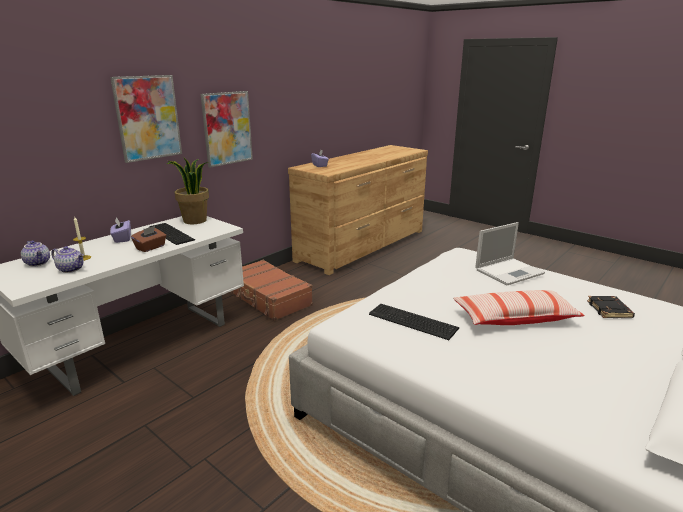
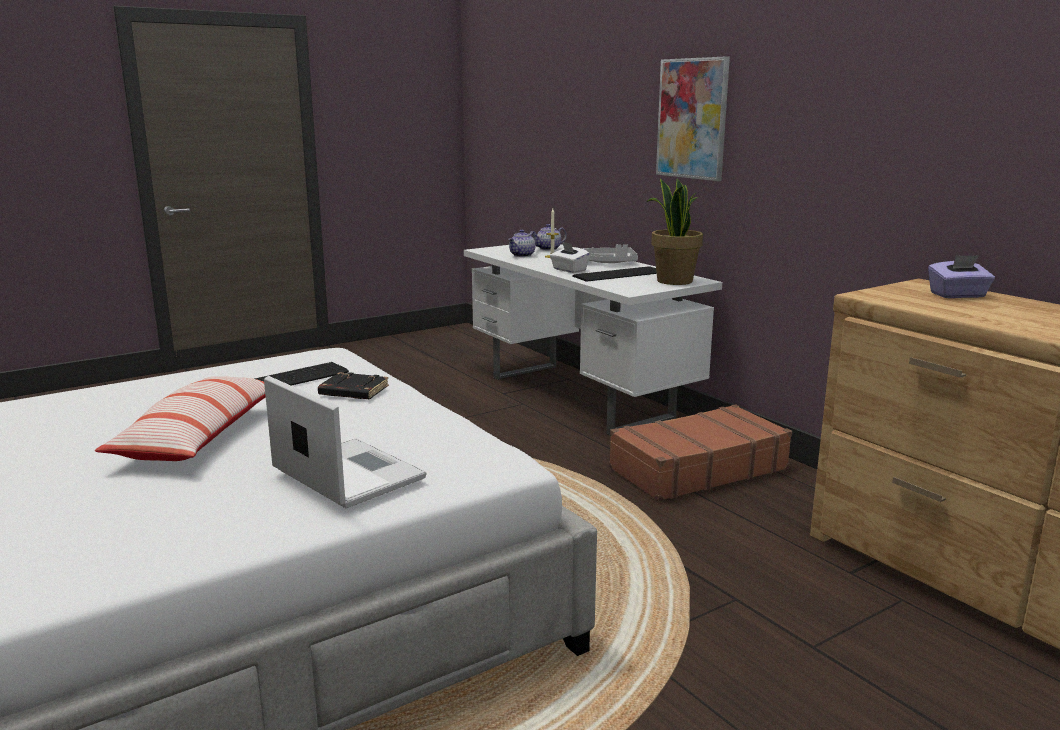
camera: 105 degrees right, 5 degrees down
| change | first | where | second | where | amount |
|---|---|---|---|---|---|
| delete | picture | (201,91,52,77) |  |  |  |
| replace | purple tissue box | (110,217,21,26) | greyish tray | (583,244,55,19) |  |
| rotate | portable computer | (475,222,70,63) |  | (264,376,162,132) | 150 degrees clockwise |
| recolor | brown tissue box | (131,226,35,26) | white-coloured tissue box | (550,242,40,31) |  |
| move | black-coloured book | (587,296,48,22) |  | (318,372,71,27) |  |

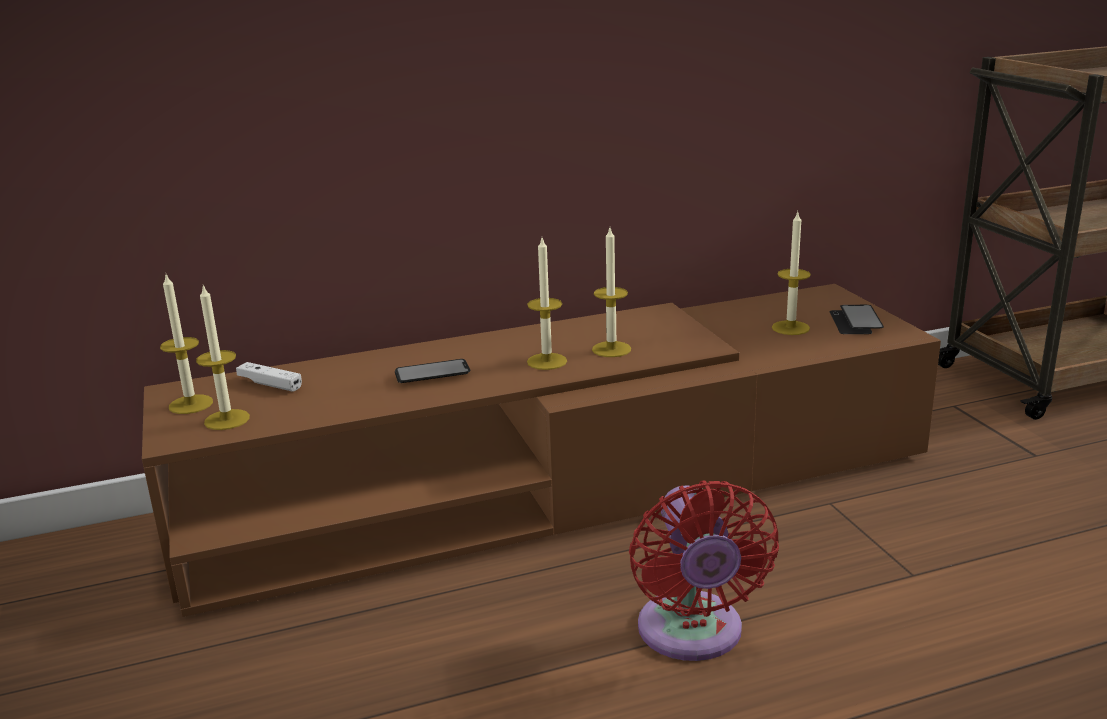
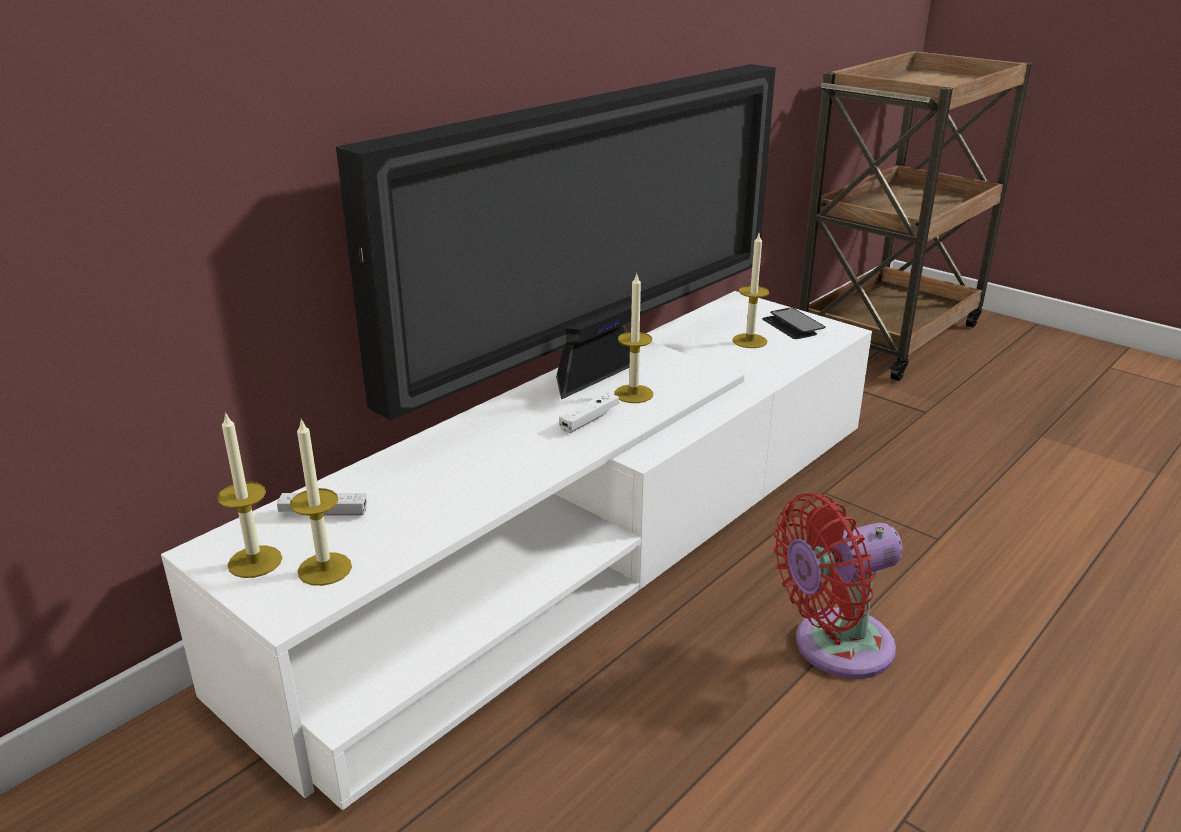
camera: 30 degrees left, 5 degrees up
| change | first | where | second | where | amount |
|---|---|---|---|---|---|
| replace | wax light | (527,238,40,132) | white-coloured gamepad | (559,392,60,41) |  |
| recolor | brown tv stand | (142,284,799,333) | white-coloured tv stand | (161,291,711,519) |  |
| delete | telephone | (395,359,75,24) |  |  |  |
| rotate | red-coloured fan | (629,480,150,181) |  | (774,493,129,186) | 105 degrees clockwise |
| insert |  |  | TV | (336,64,440,357) |  |

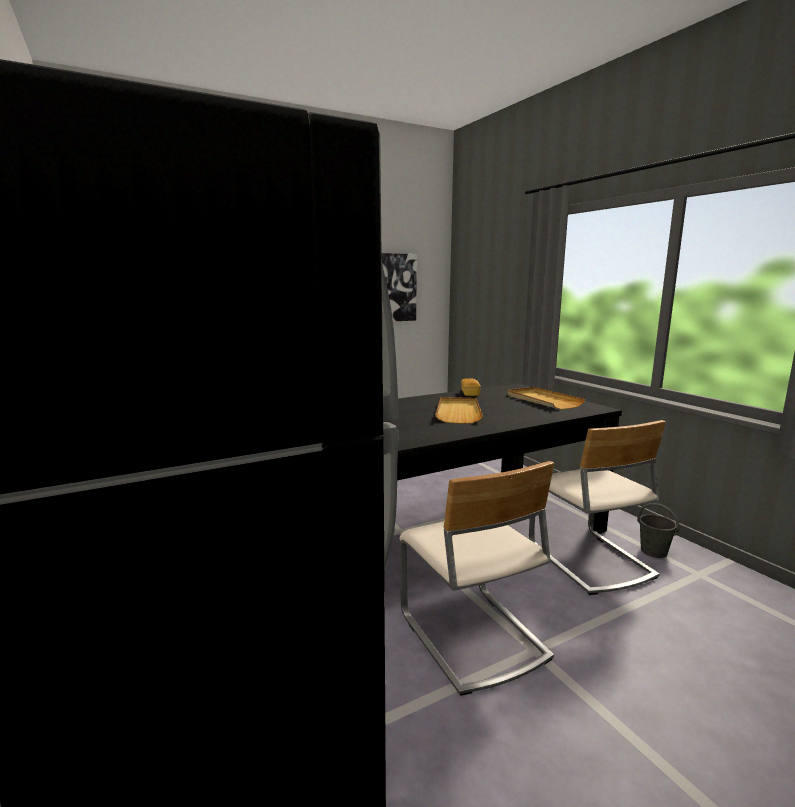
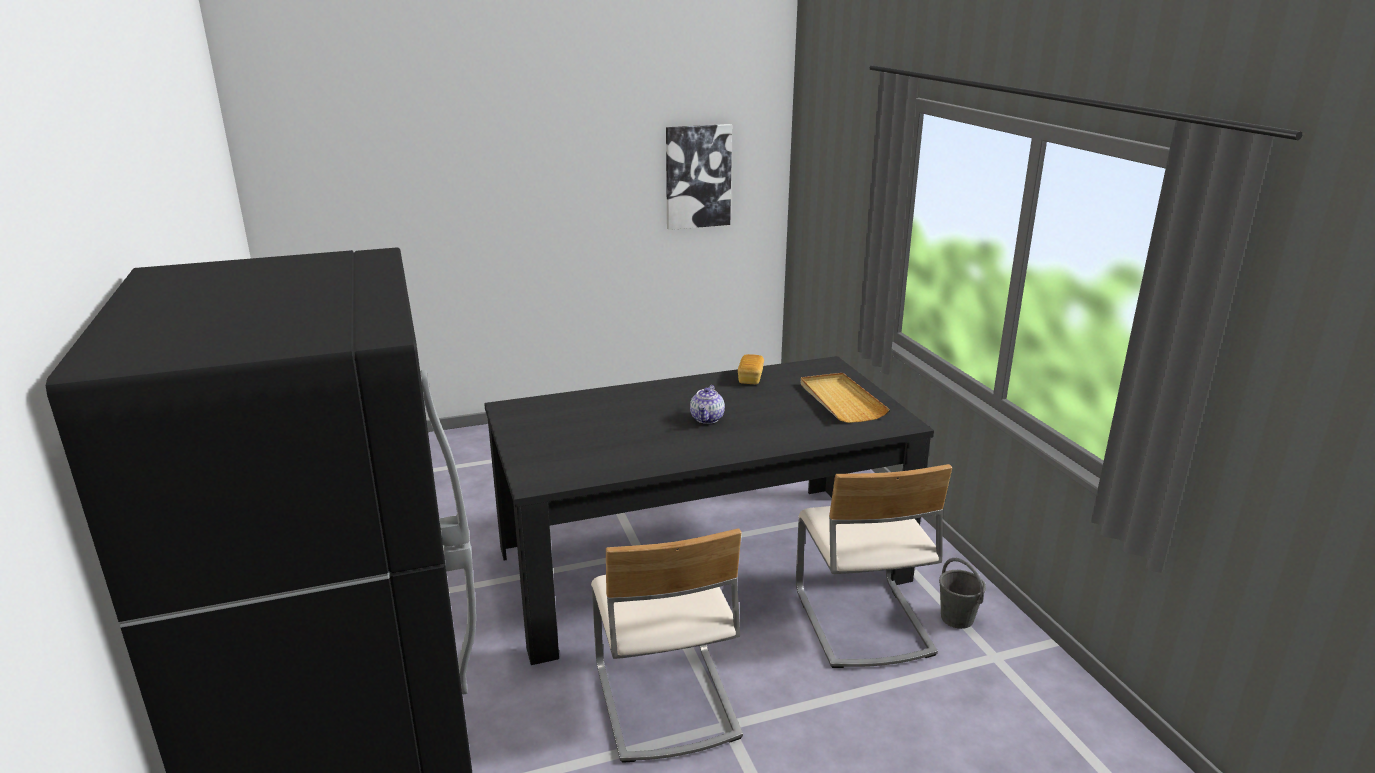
camera: 10 degrees right, 10 degrees up
| change | first | where | second | where | amount |
|---|---|---|---|---|---|
| replace | beige tray | (435,397,48,27) | pot for tea | (690,385,35,39) |  |

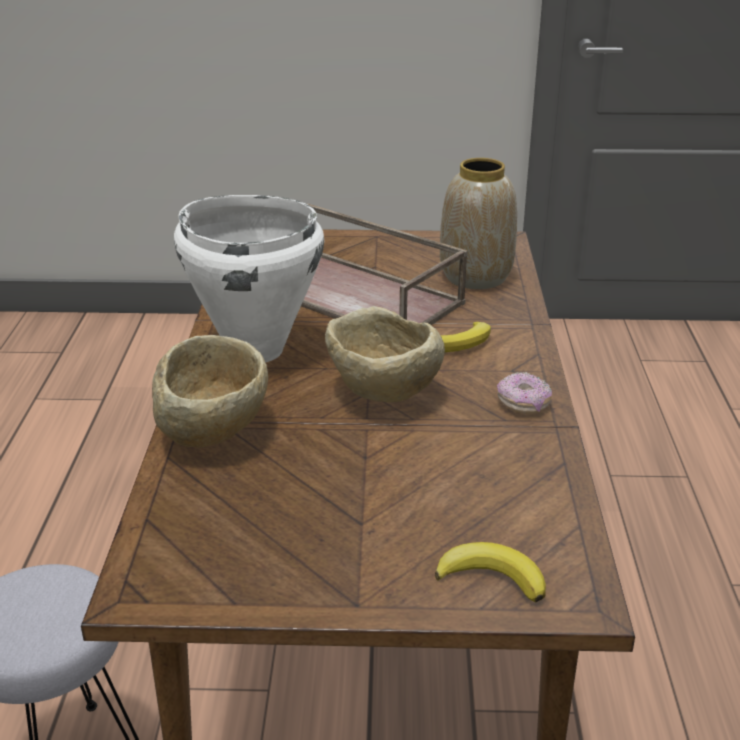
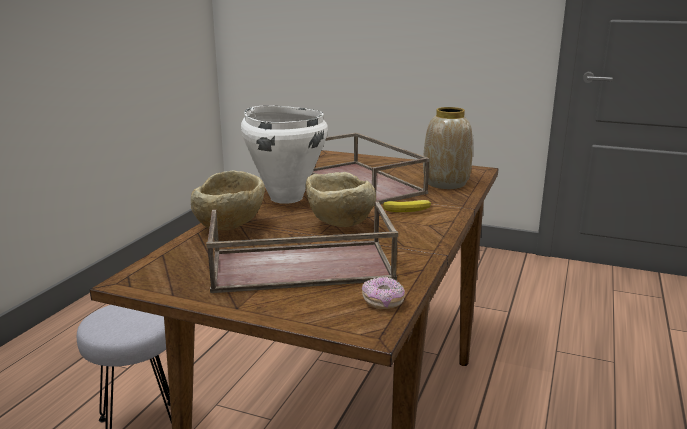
camera: 20 degrees right, 10 degrees down
| change | first | where | second | where | amount |
|---|---|---|---|---|---|
| move | donut | (497,372,55,42) |  | (362,276,43,33) |  |
| delete | banana | (435,542,111,60) |  |  |  |
| insert |  |  | brown tray | (206,201,192,92) |  |

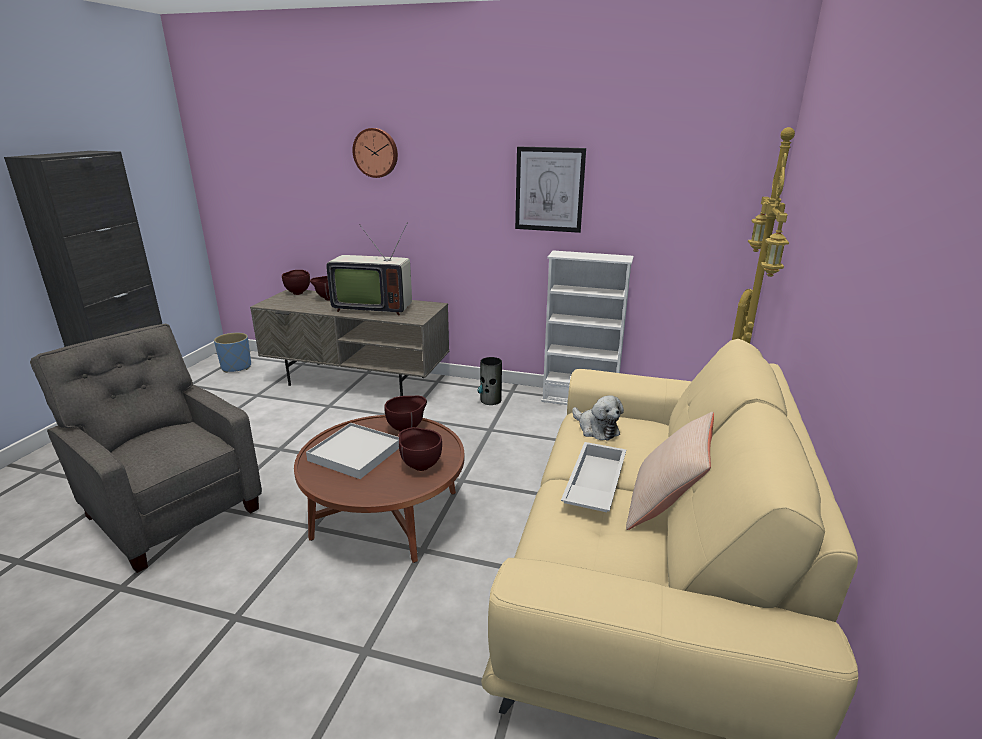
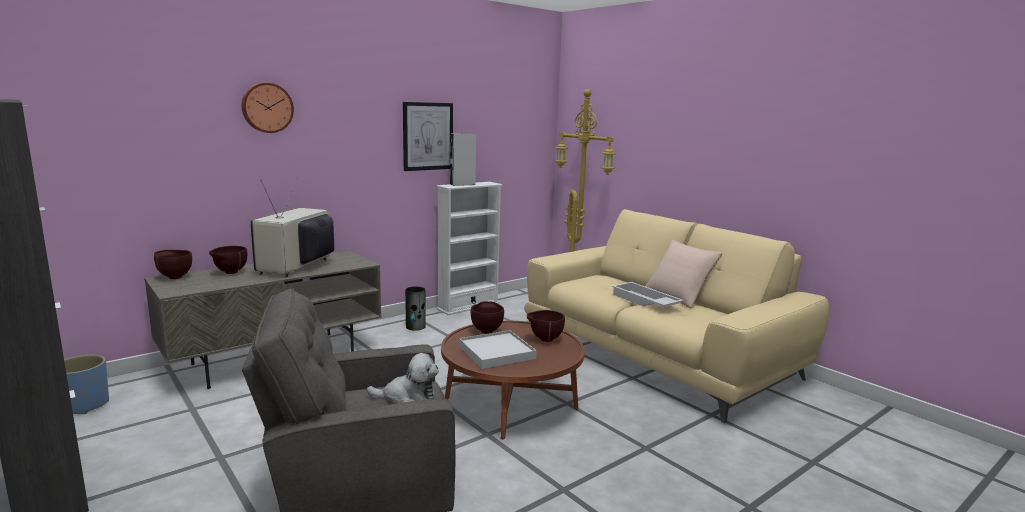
camera: 55 degrees left, 10 degrees down
| change | first | where | second | where | amount |
|---|---|---|---|---|---|
| rotate | TV | (326,224,86,92) |  | (251,179,83,99) | 150 degrees clockwise |
| move | soft toy | (572,395,52,45) |  | (367,353,72,51) |  |
| insert |  |  | greyish loudspeaker | (450,133,26,53) |  |

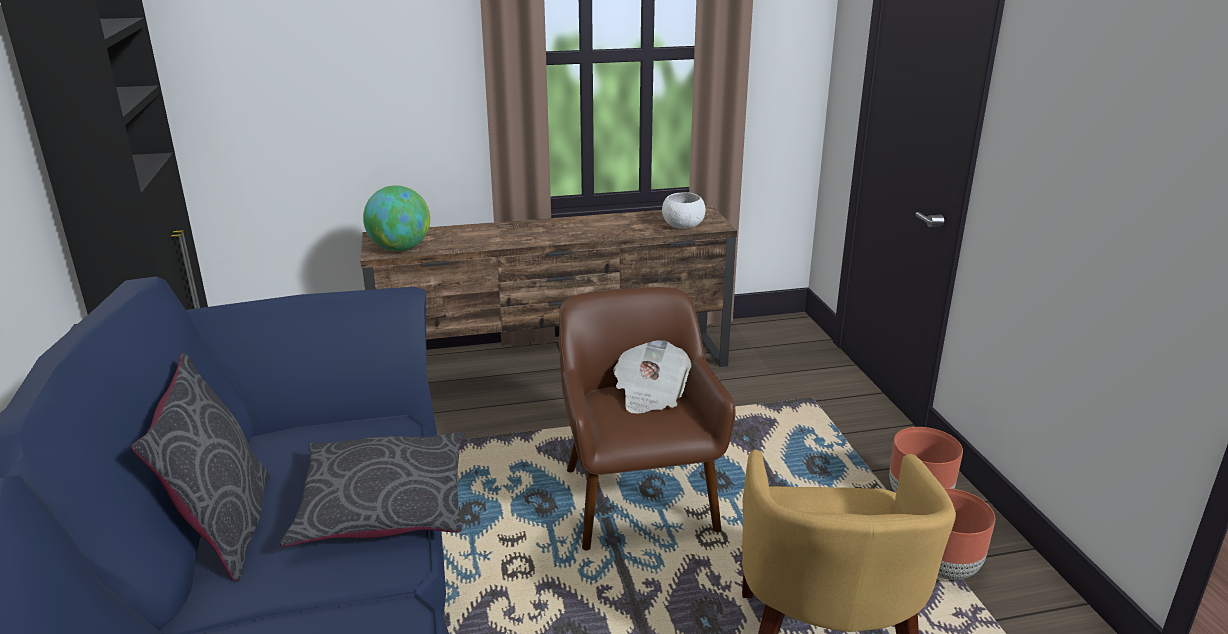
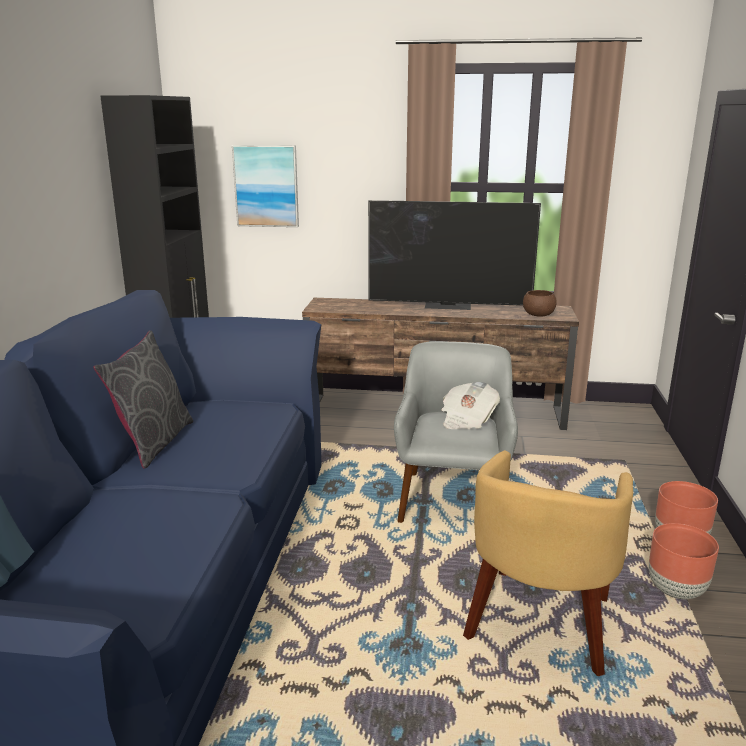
camera: 20 degrees right, 5 degrees down
| change | first | where | second | where | amount |
|---|---|---|---|---|---|
| delete | world globe | (363,185,67,66) |  |  |  |
| recolor | white-coloured serving bowl | (662,192,43,37) | brown serving bowl | (523,290,34,27) |  |
| recolor | brown armchair | (559,287,177,263) | greyish armchair | (394,341,124,182) |  |
| delete | greyish pillow | (280,432,185,115) |  |  |  |
| insert |  |  | picture | (232,145,67,82) |  |
| insert |  |  | TV | (368,200,173,110) |  |

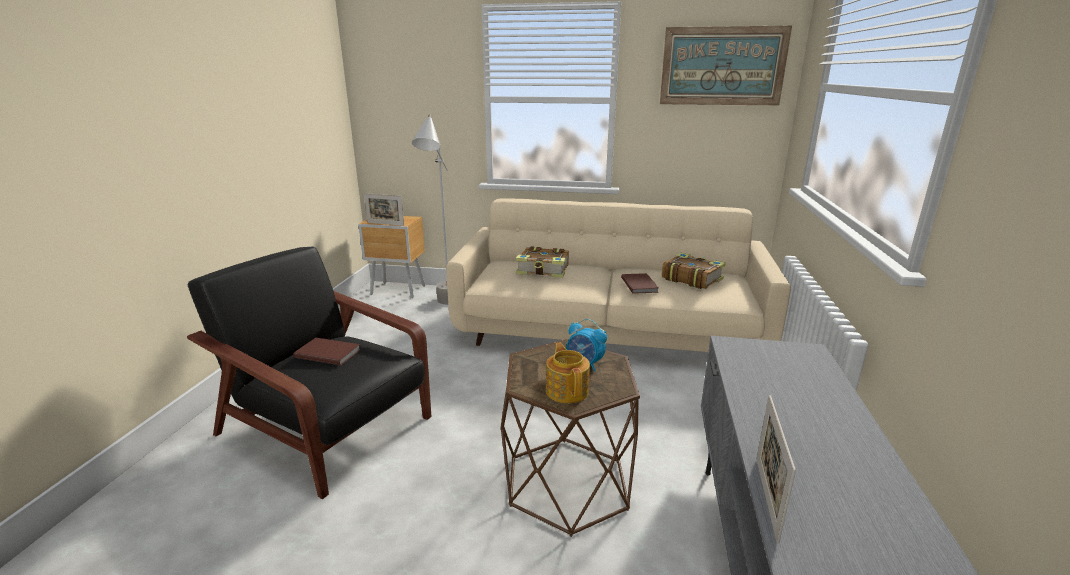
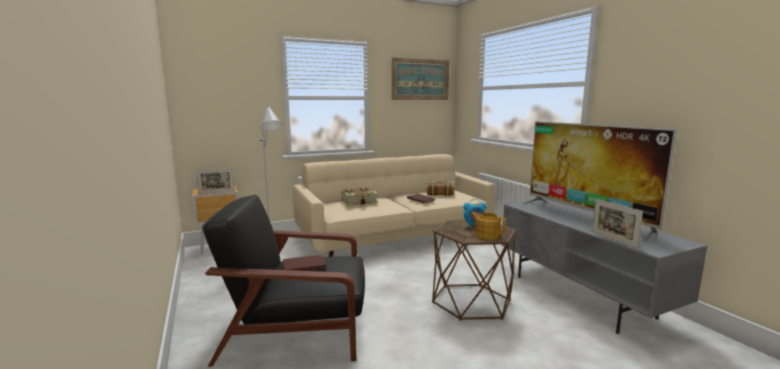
camera: 35 degrees left, 10 degrees down
| change | first | where | second | where | amount |
|---|---|---|---|---|---|
| insert |  |  | TV | (522,121,155,120) |  |

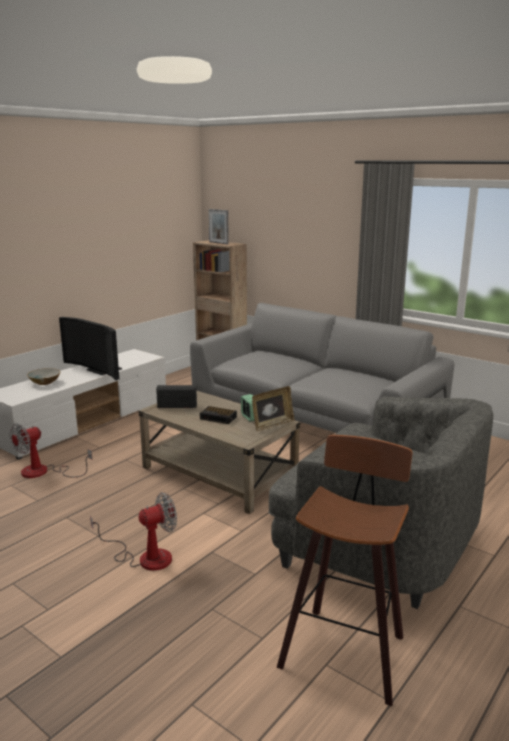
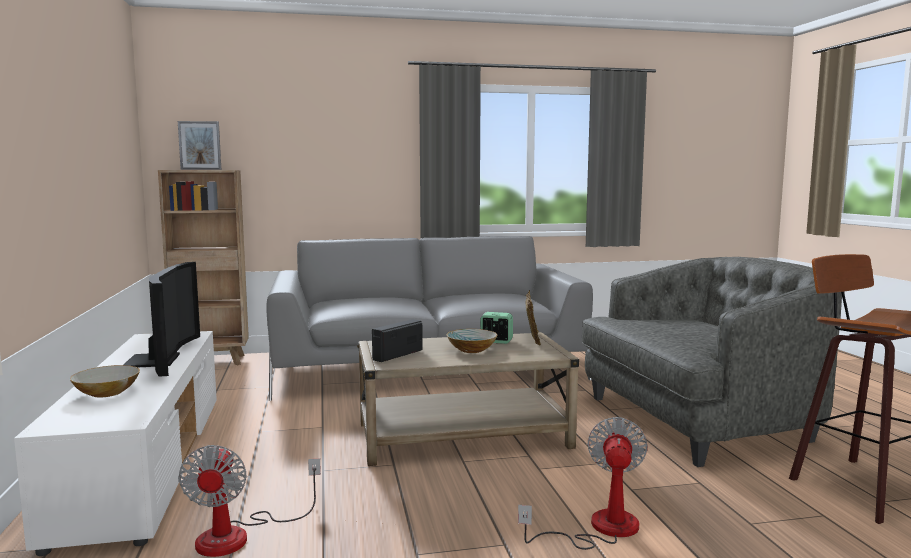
camera: 50 degrees left, 10 degrees down
| change | first | where | second | where | amount |
|---|---|---|---|---|---|
| rotate | TV | (59,317,63,63) |  | (123,262,77,115) | 90 degrees counterclockwise |
| replace | table clock | (200,406,37,18) | serving bowl | (447,329,51,24) |  |

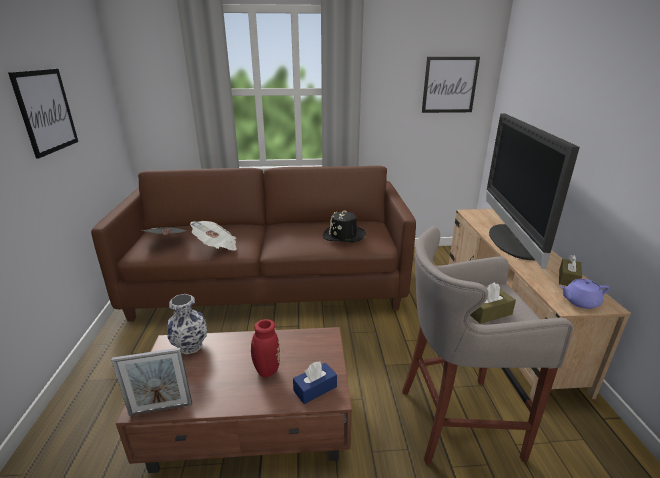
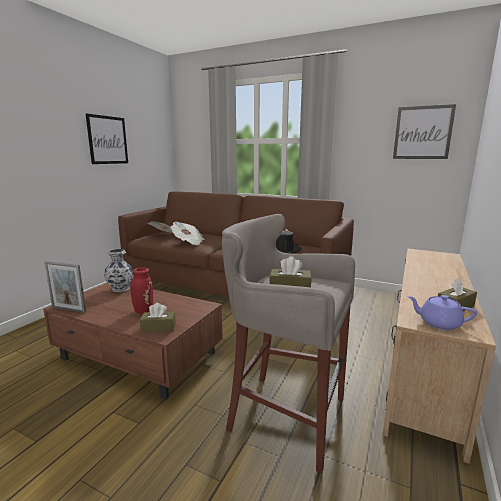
camera: 30 degrees right, 10 degrees down
| change | first | where | second | where | amount |
|---|---|---|---|---|---|
| delete | TV | (486,114,94,155) |  |  |  |
| recolor | blue tissue box | (293,361,44,43) | brown tissue box | (140,303,36,30) |  |

